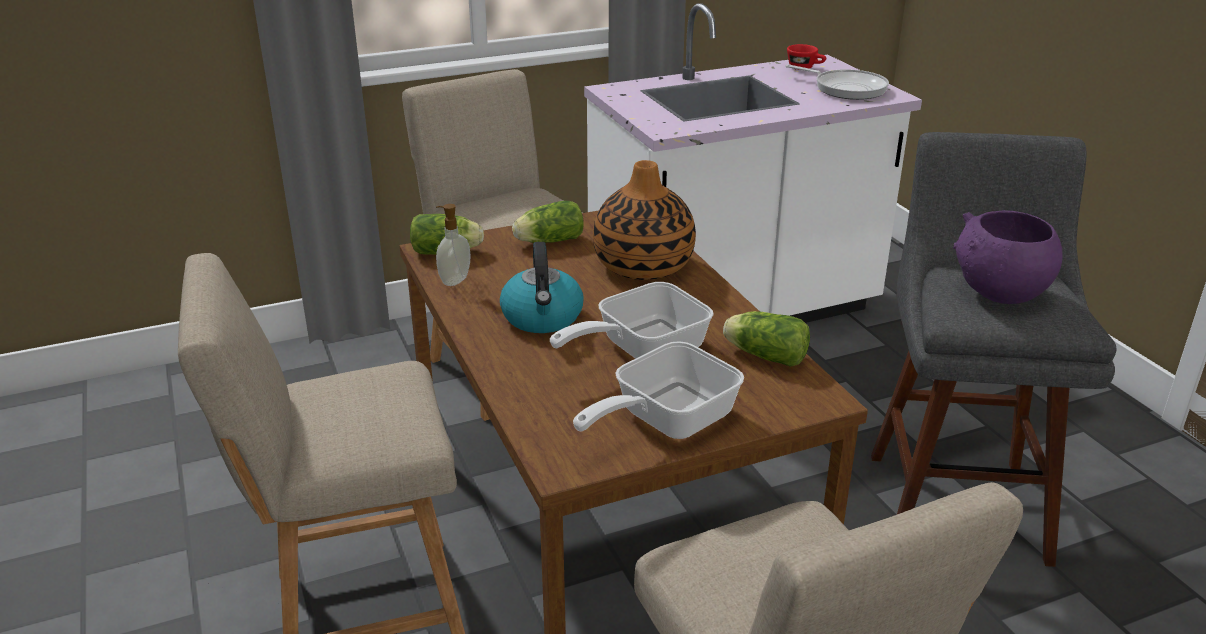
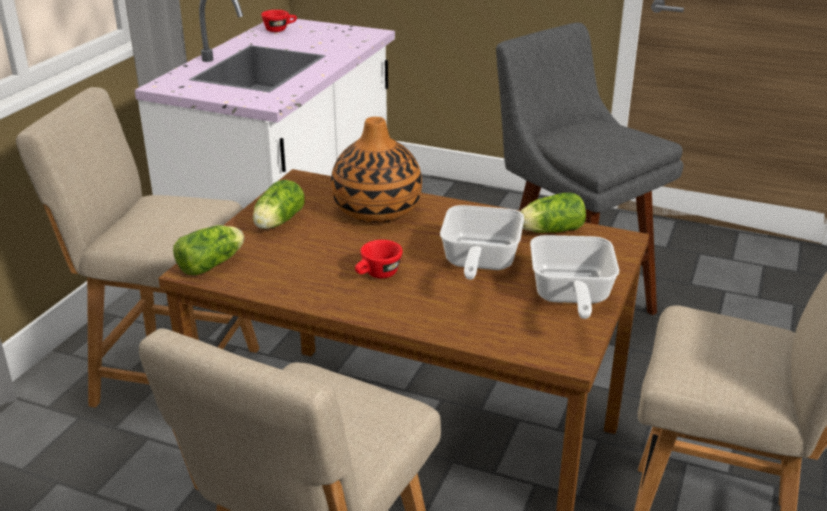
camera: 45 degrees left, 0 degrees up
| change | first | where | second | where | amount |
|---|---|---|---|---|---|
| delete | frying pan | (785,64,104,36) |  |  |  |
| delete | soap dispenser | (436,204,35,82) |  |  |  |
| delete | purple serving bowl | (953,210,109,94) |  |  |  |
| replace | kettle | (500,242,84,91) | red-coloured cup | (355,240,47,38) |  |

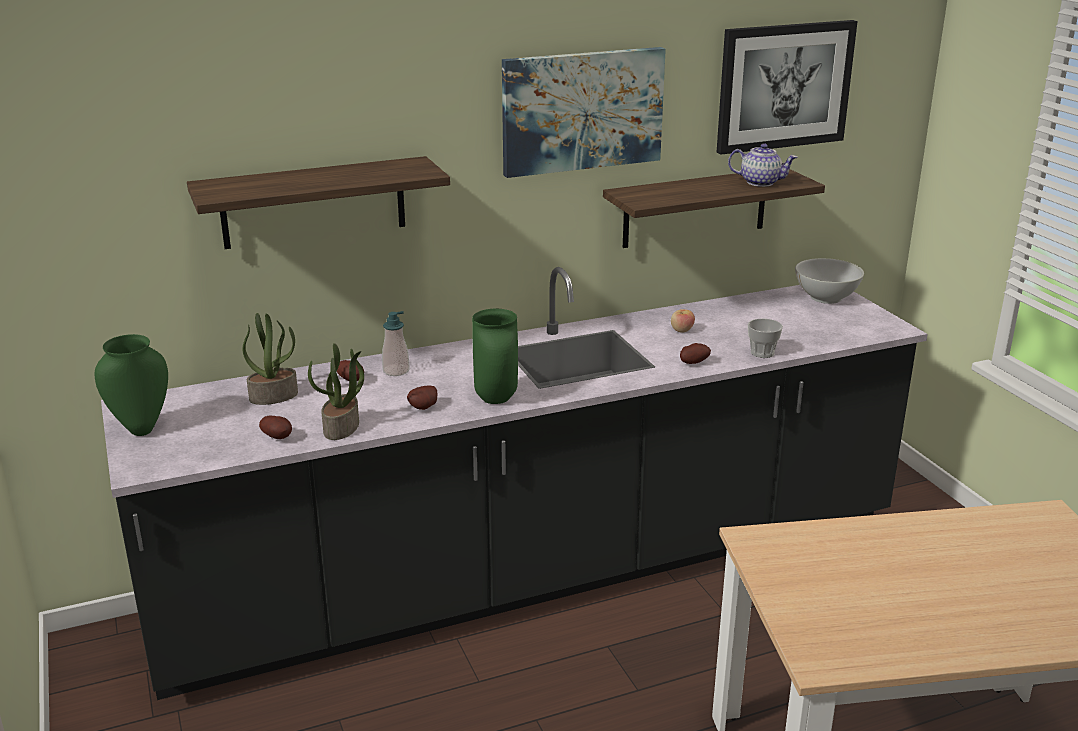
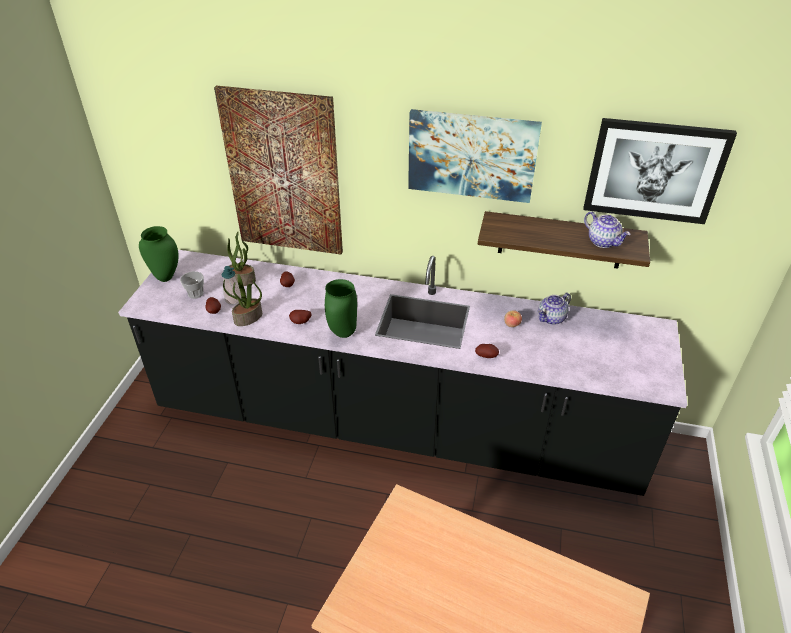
camera: 35 degrees right, 15 degrees up
| change | first | where | second | where | amount |
|---|---|---|---|---|---|
| replace | wall shelf | (187,156,263,93) | picture | (214,86,129,169) |  |
| delete | white-coloured serving bowl | (795,258,69,46) |  |  |  |
| move | soap dispenser | (382,311,28,65) |  | (222,266,20,39) |  |
| move | cup | (748,318,35,40) |  | (180,271,24,28) |  |
| insert |  |  | pot for tea | (538,293,33,32) |  |

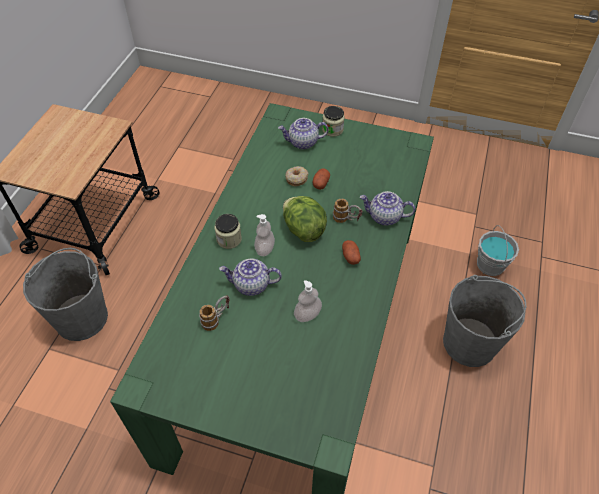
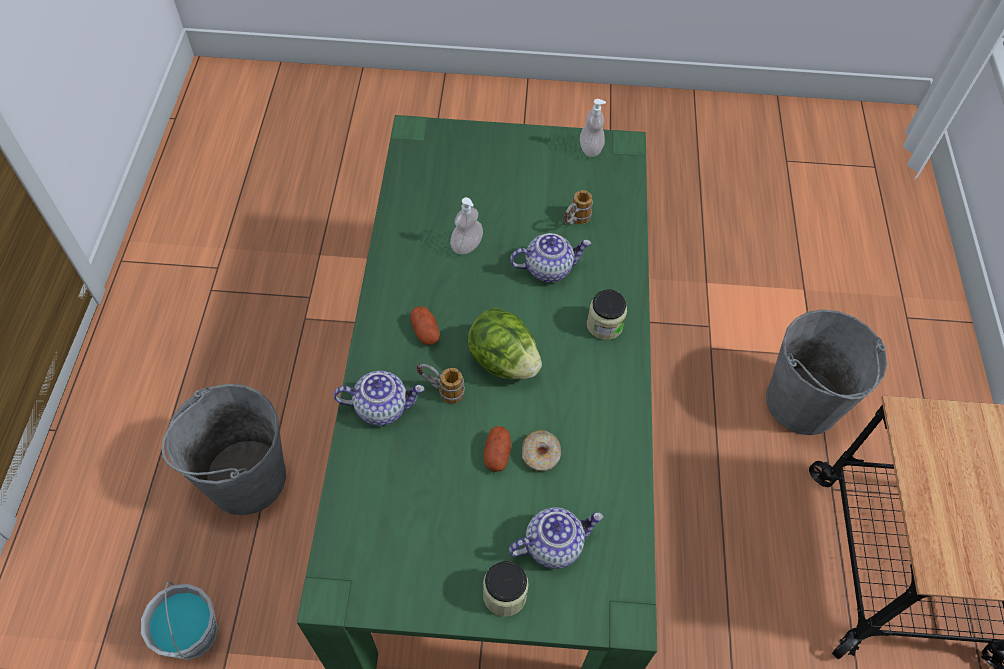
camera: 165 degrees right, 5 degrees up
| change | first | where | second | where | amount |
|---|---|---|---|---|---|
| move | soap dispenser | (254,214,21,42) |  | (580,99,26,58) |  |

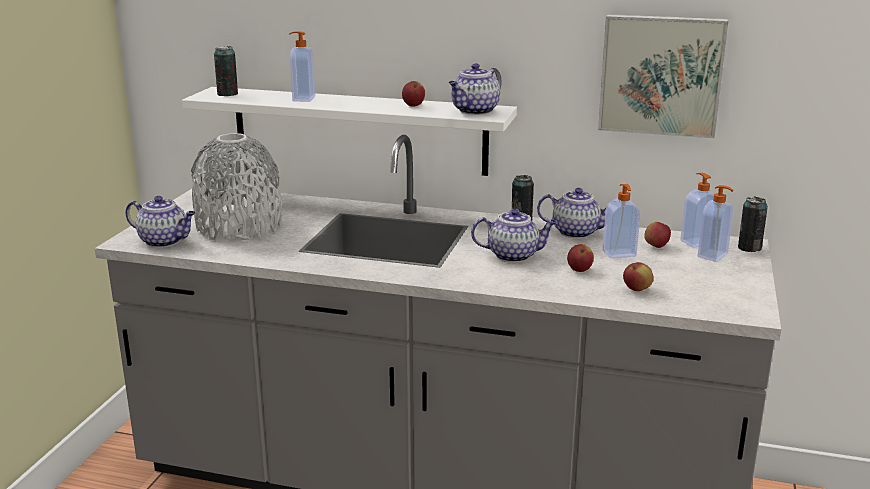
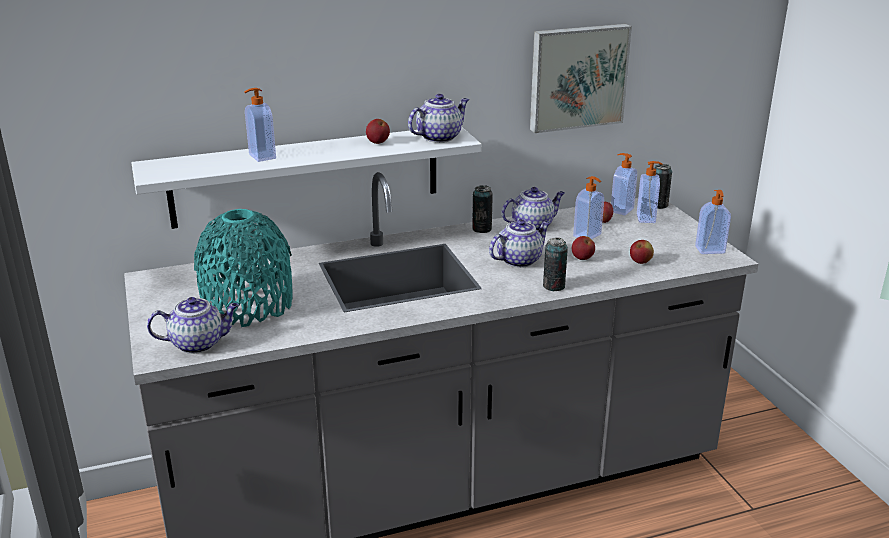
camera: 35 degrees left, 5 degrees up
| change | first | where | second | where | amount |
|---|---|---|---|---|---|
| move | metal can | (214,46,24,50) |  | (543,238,25,53) |  |
| rotate | pot for tea | (449,63,53,52) |  | (408,94,61,49) | 135 degrees counterclockwise |
| recolor | greyish flower vase | (191,133,90,107) | blue-green flower vase | (194,209,99,118) |  |
| insert |  |  | soap dispenser | (695,190,36,64) |  |

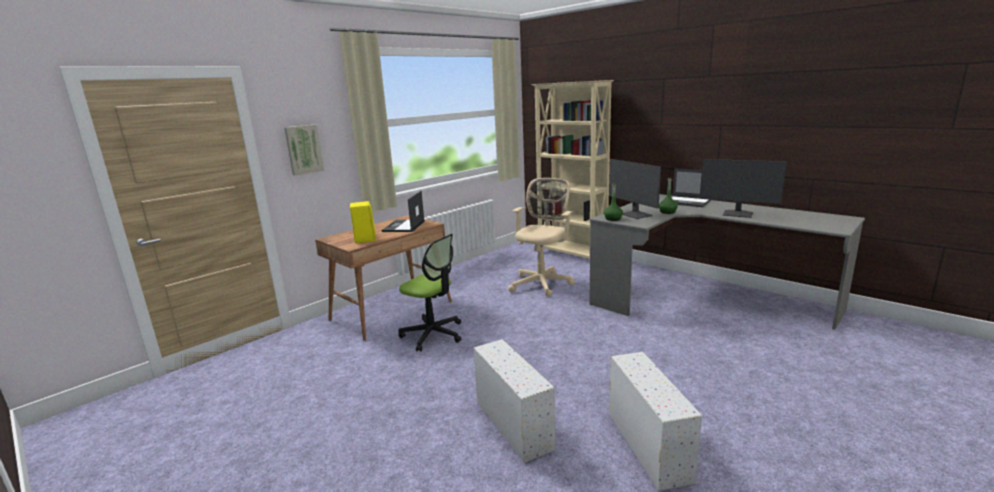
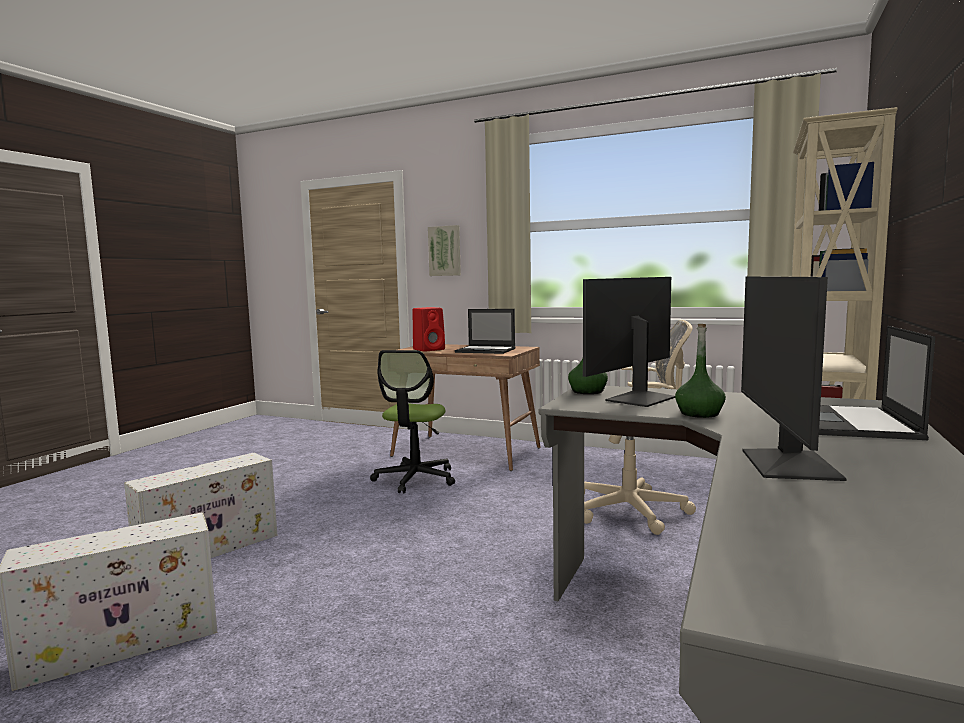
camera: 70 degrees right, 10 degrees down
| change | first | where | second | where | amount |
|---|---|---|---|---|---|
| rotate | portable computer | (381,191,44,41) |  | (455,309,60,45) | 150 degrees counterclockwise |
| recolor | yellowish loudspeaker | (350,201,26,42) | red-coloured loudspeaker | (412,307,33,45) |  |

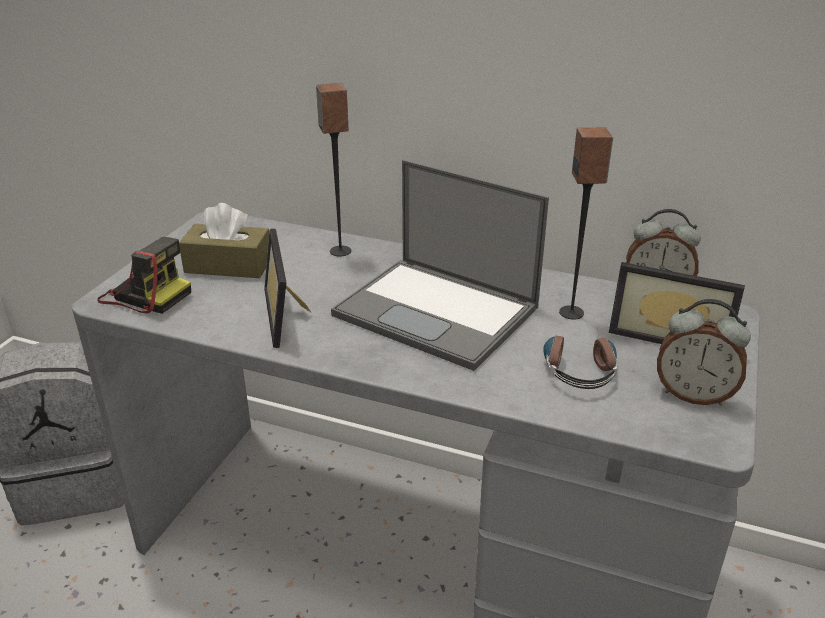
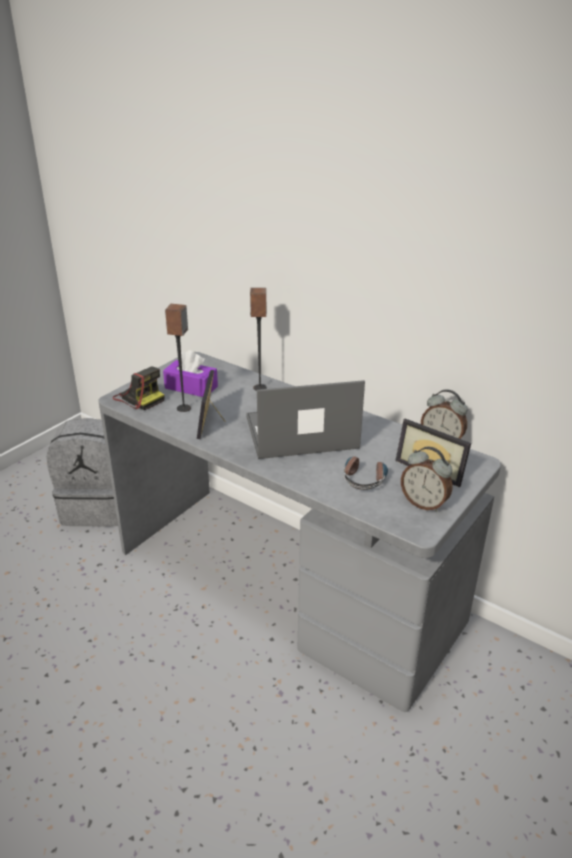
camera: 15 degrees right, 0 degrees up
| change | first | where | second | where | amount |
|---|---|---|---|---|---|
| move | loudspeaker | (559,127,54,192) |  | (165,304,26,108) |  |
| rotate | portable computer | (331,160,218,211) |  | (246,380,119,79) | 120 degrees clockwise |
| recolor | brown tissue box | (179,203,90,75) | purple tissue box | (163,350,55,47) |  |

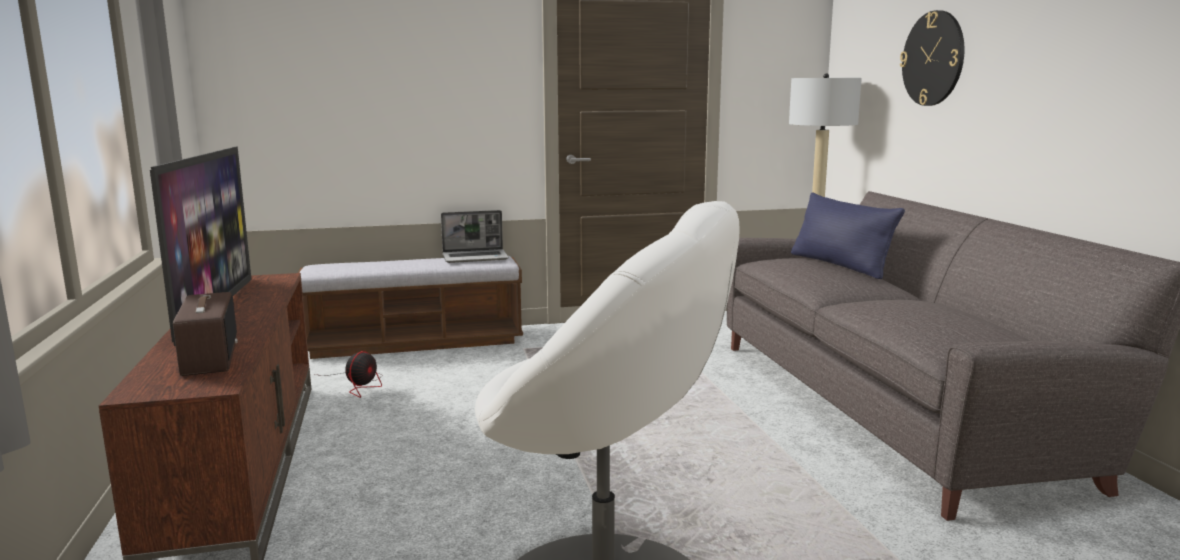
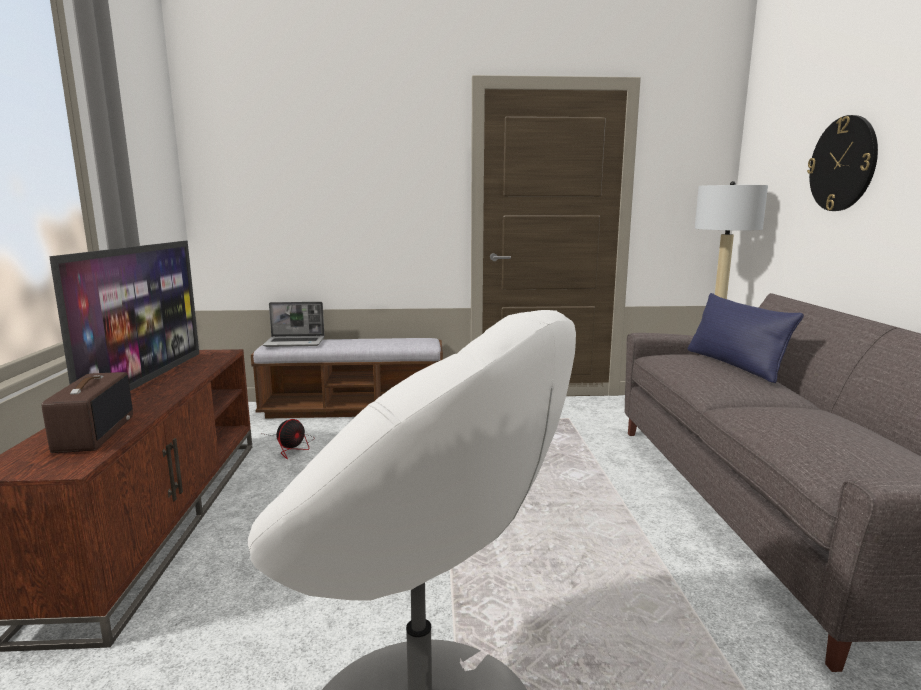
camera: 10 degrees right, 0 degrees up
| change | first | where | second | where | amount |
|---|---|---|---|---|---|
| move | portable computer | (441,210,68,53) |  | (263,302,61,45) |  |

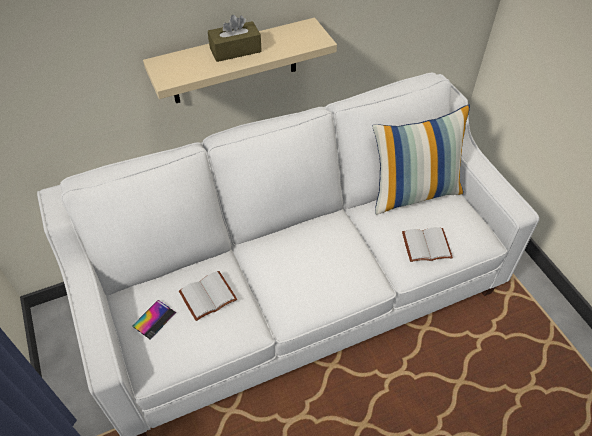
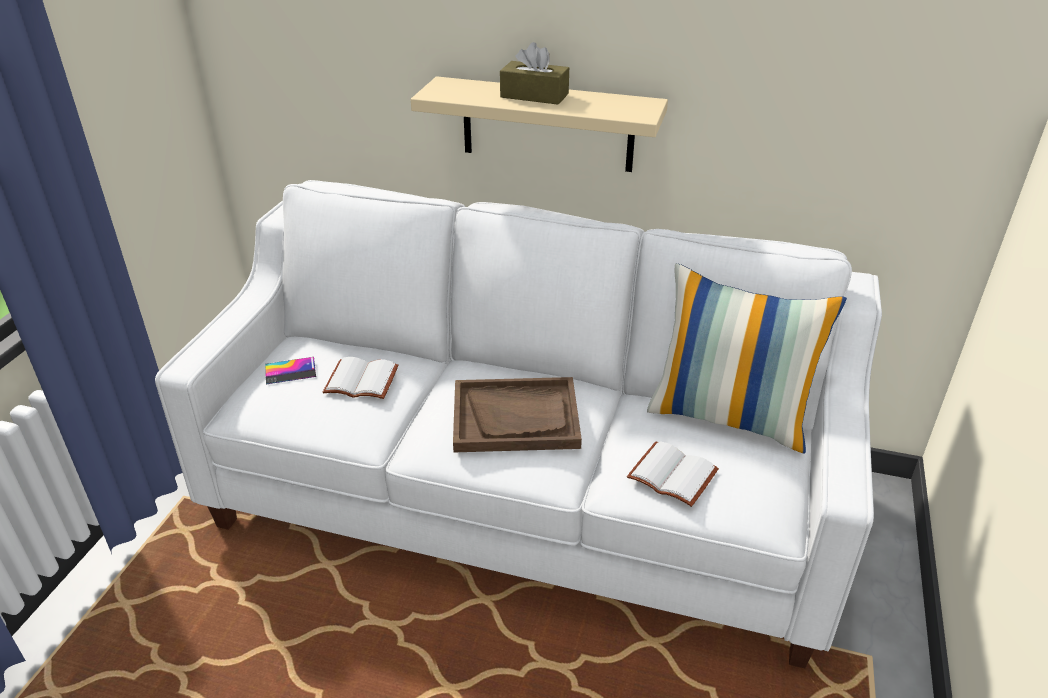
camera: 40 degrees right, 15 degrees down
| change | first | where | second | where | amount |
|---|---|---|---|---|---|
| insert |  |  | brown tray | (453,377,129,75) |  |

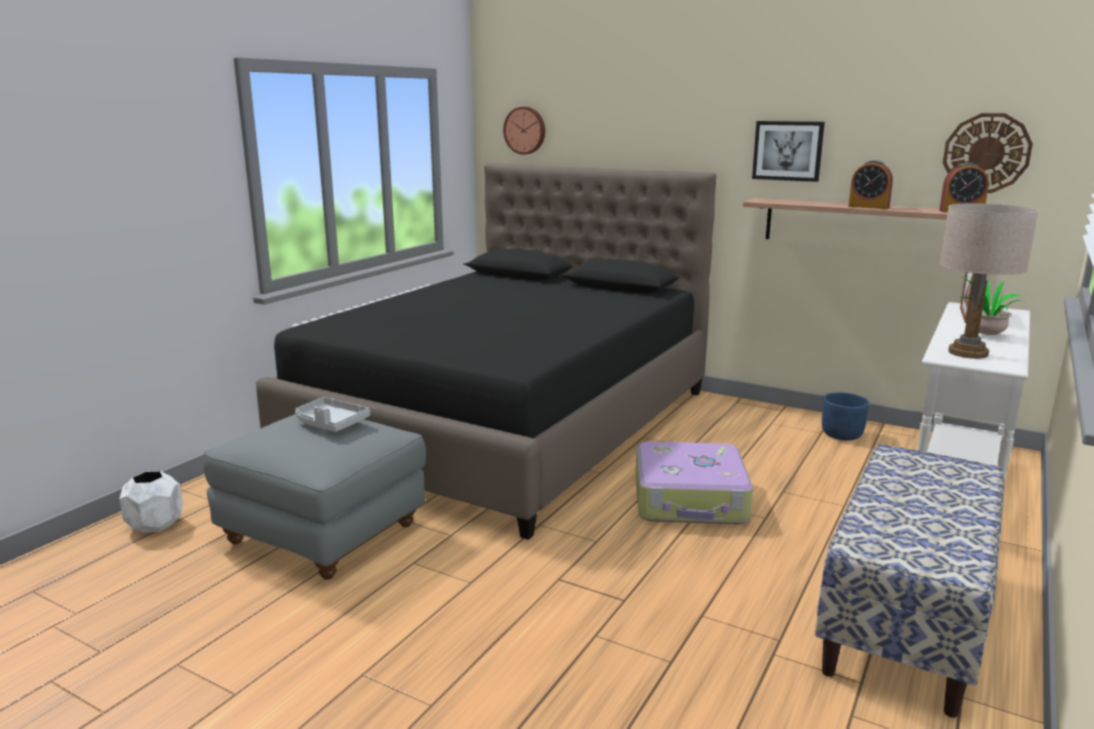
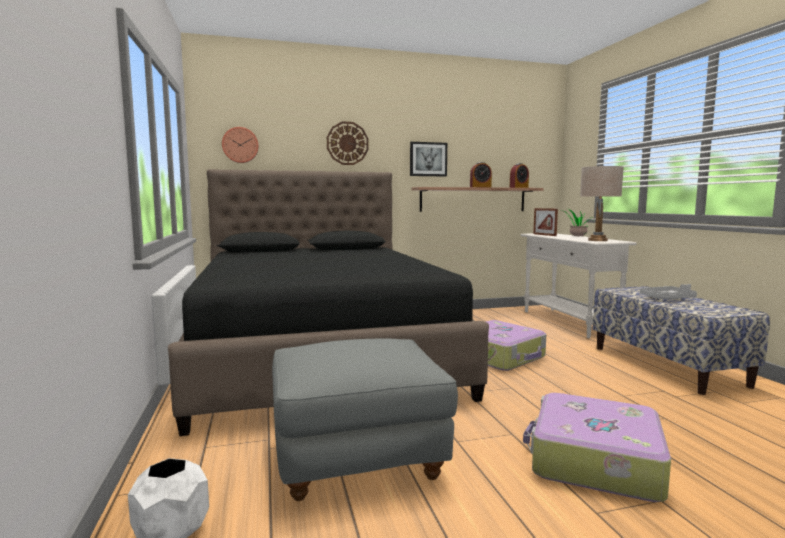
camera: 45 degrees left, 10 degrees down
| change | first | where | second | where | amount |
|---|---|---|---|---|---|
| move | clock on the wall | (943,113,90,80) |  | (327,121,41,44) |  |
| delete | blue flower pot | (822,392,48,49) |  |  |  |
| move | greyish tray | (295,397,75,35) |  | (640,284,57,15) |  |
| insert |  |  | suitcase | (523,393,148,109) |  |

